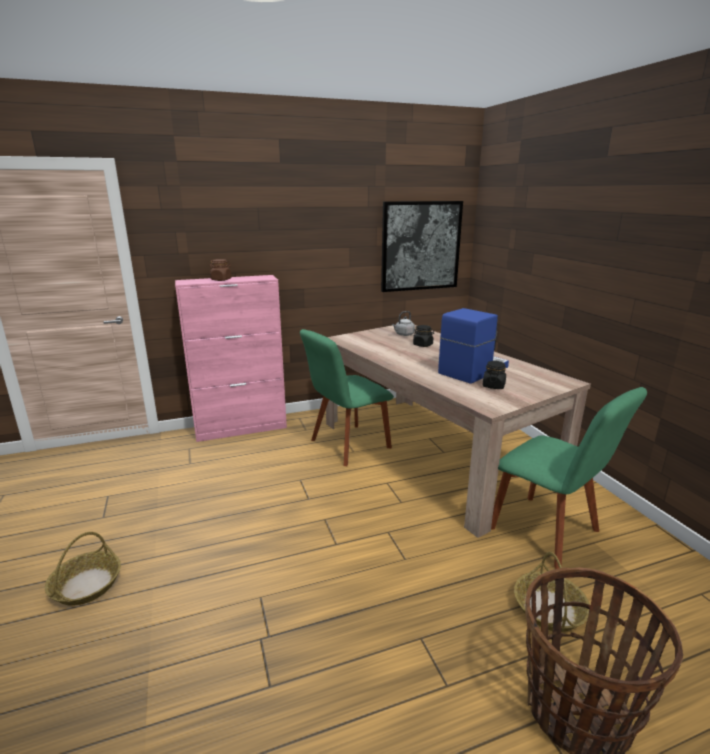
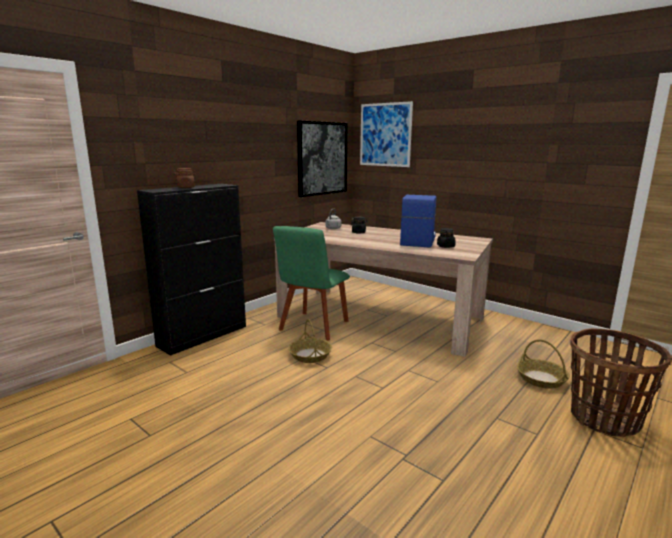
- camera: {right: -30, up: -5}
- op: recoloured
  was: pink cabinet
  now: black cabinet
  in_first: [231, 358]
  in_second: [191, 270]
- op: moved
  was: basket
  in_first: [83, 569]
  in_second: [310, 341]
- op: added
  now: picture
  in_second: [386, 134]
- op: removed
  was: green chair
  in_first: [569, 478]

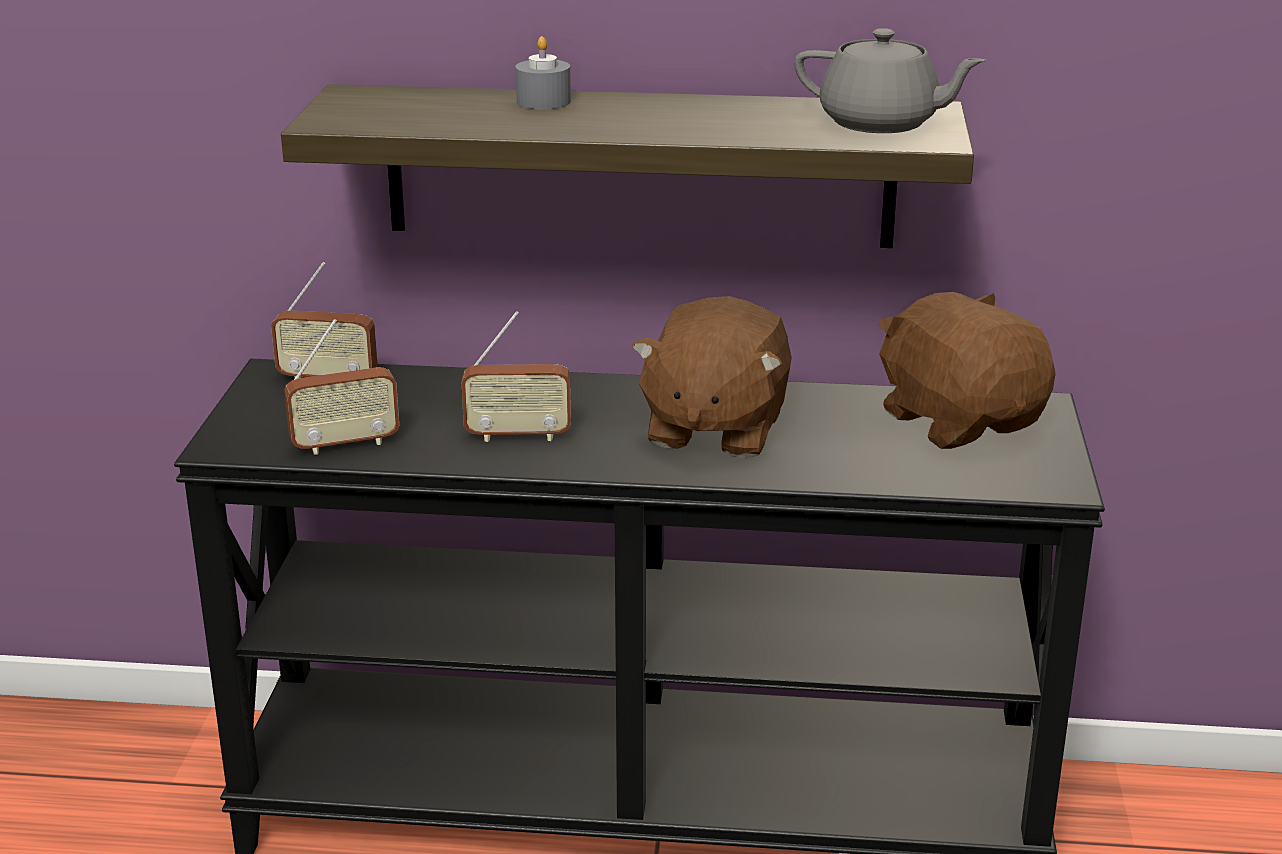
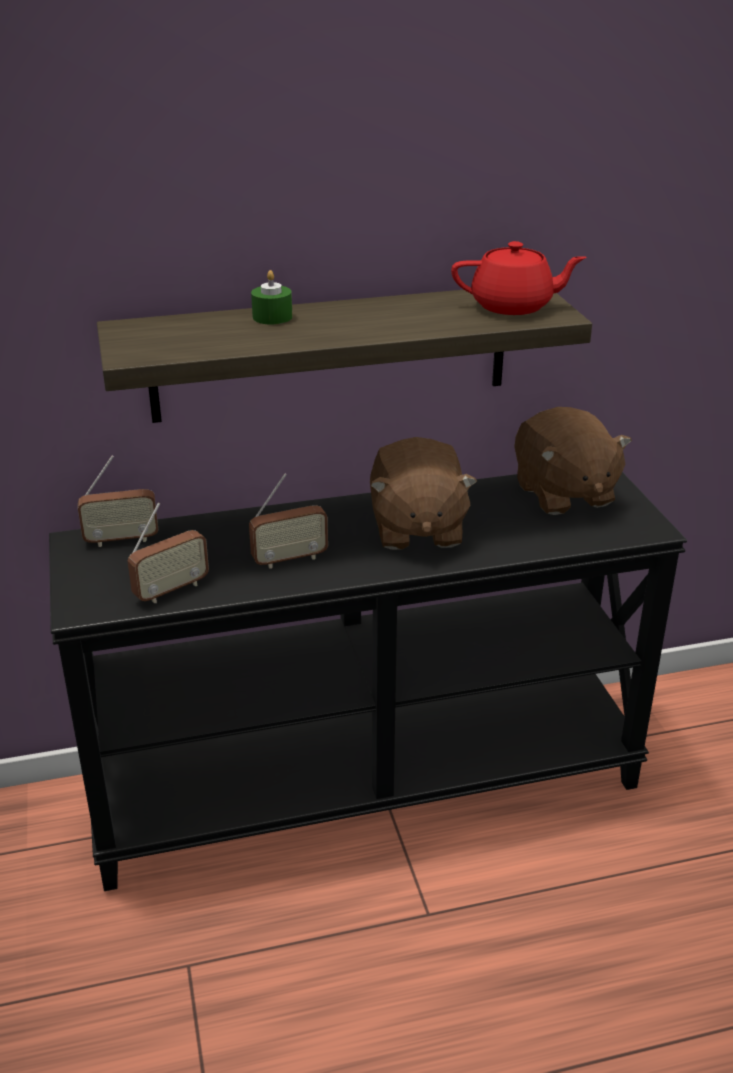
- camera: {right: -20, up: 5}
- op: recoloured
  was: grey candle
  now: green candle
  in_first: [543, 72]
  in_second: [271, 297]
- op: recoloured
  was: grey teapot
  now: red teapot
  in_first: [890, 80]
  in_second: [519, 278]
- op: turned
  was: brown plush toy
  in_first: [966, 370]
  in_second: [573, 461]
  clockwise: -150

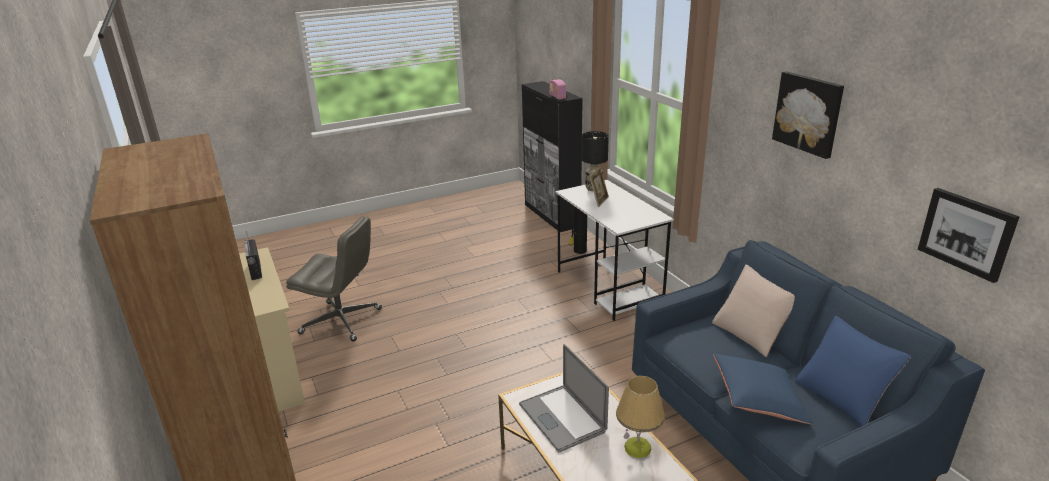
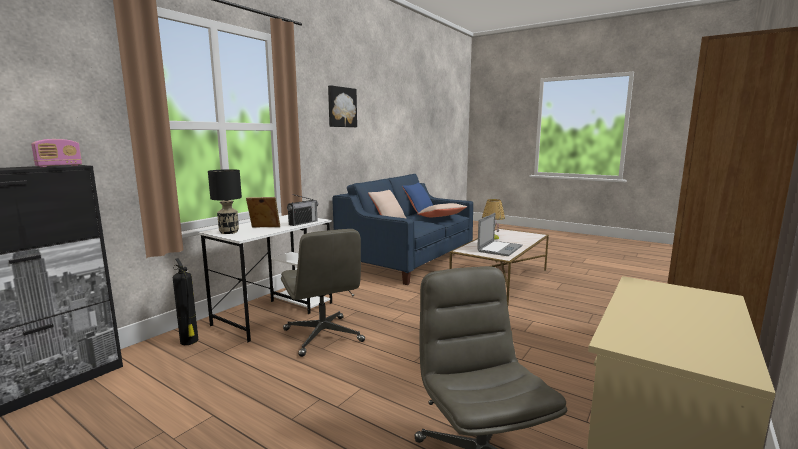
- camera: {right: -120, up: -15}
- op: added
  now: grey office chair
  in_second: [323, 293]
- op: moved
  was: radio
  in_first: [253, 255]
  in_second: [302, 210]
- op: recoloured
  was: blue pillow
  now: beige pillow
  in_first: [763, 388]
  in_second: [442, 210]
- op: removed
  was: picture
  in_first: [968, 235]

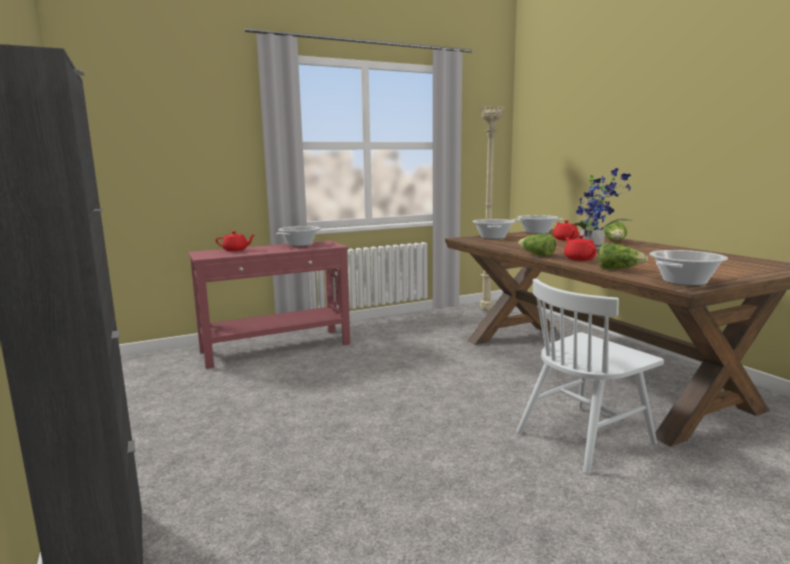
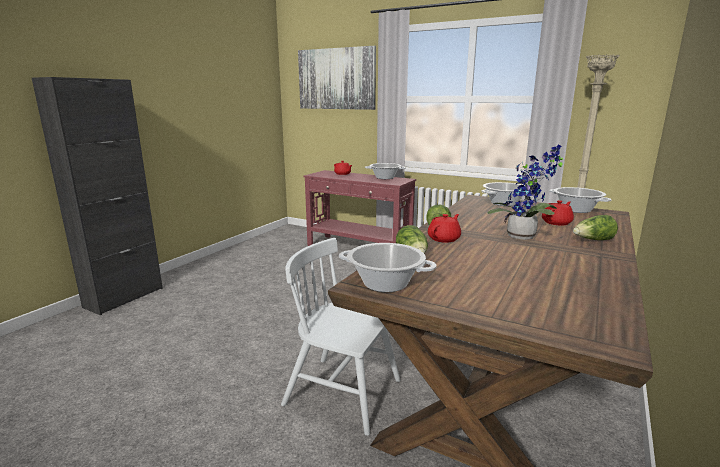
- camera: {right: 55, up: 5}
- op: added
  now: picture
  in_second: [337, 78]

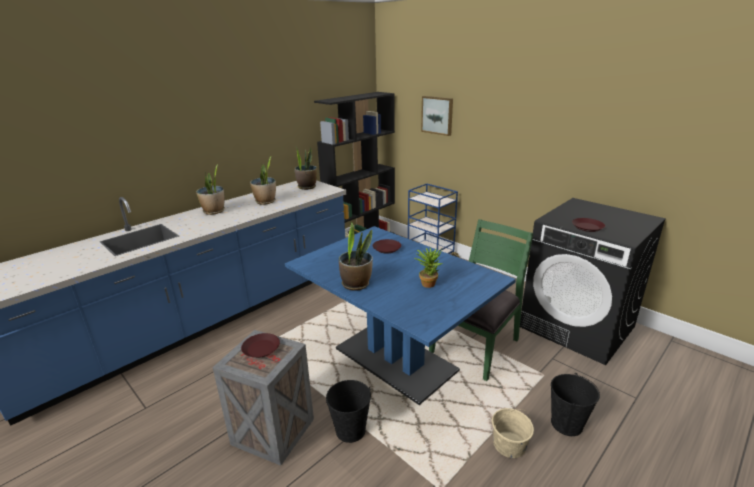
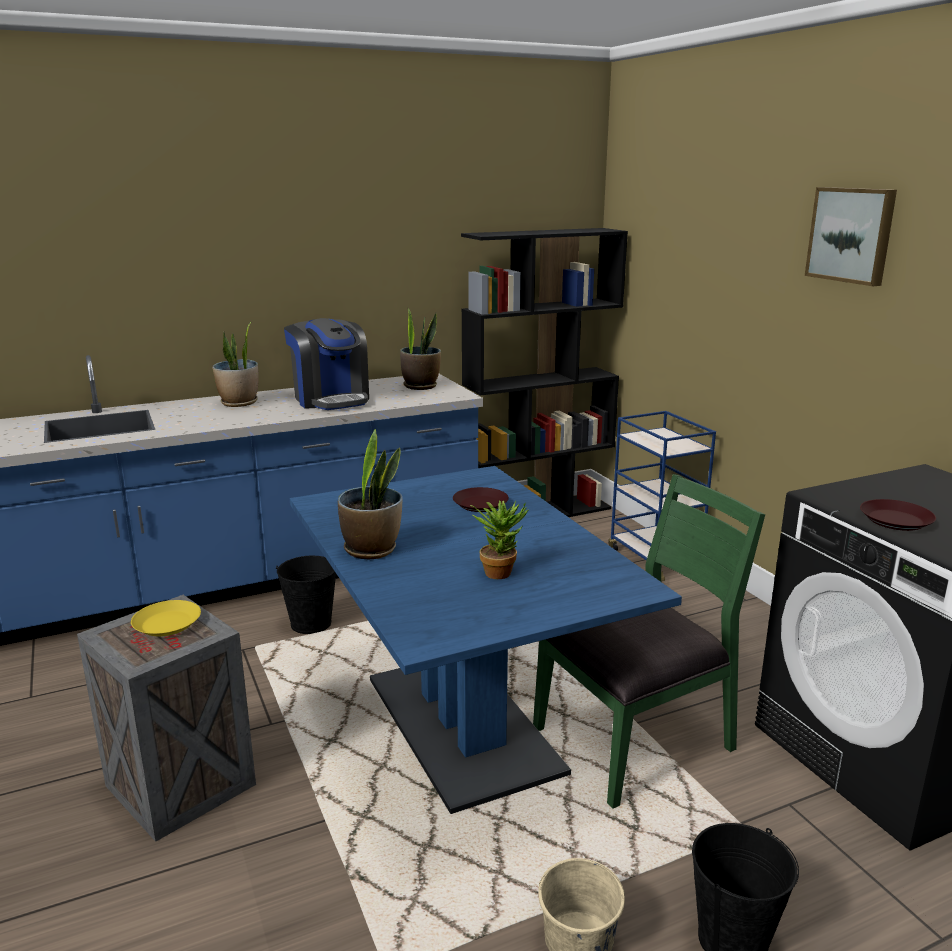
- camera: {right: 20, up: -5}
- op: recoloured
  was: brown plate
  now: yellow plate
  in_first: [260, 345]
  in_second: [166, 618]
- op: moved
  was: black bucket
  in_first: [348, 411]
  in_second: [306, 595]
- op: replaced
  was: potted plant
  now: coffee machine
  in_first: [263, 181]
  in_second: [326, 364]
- op: moved
  was: picture
  in_first: [437, 116]
  in_second: [851, 236]

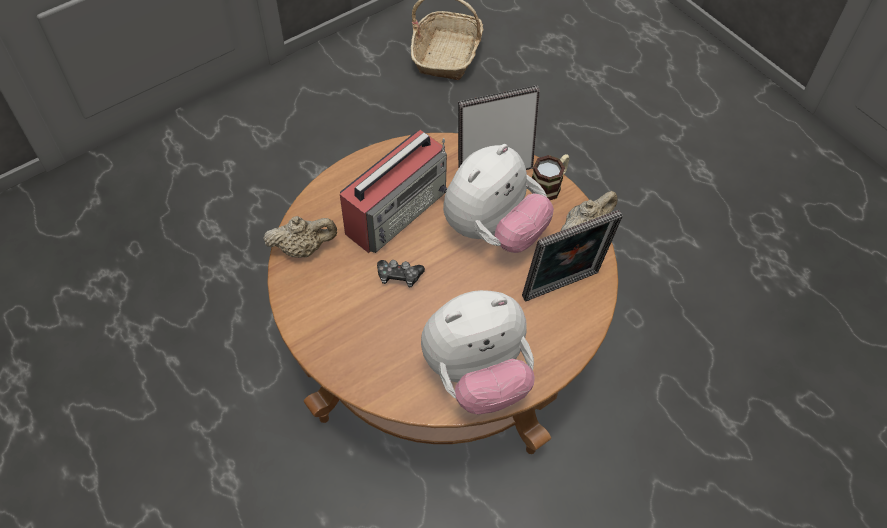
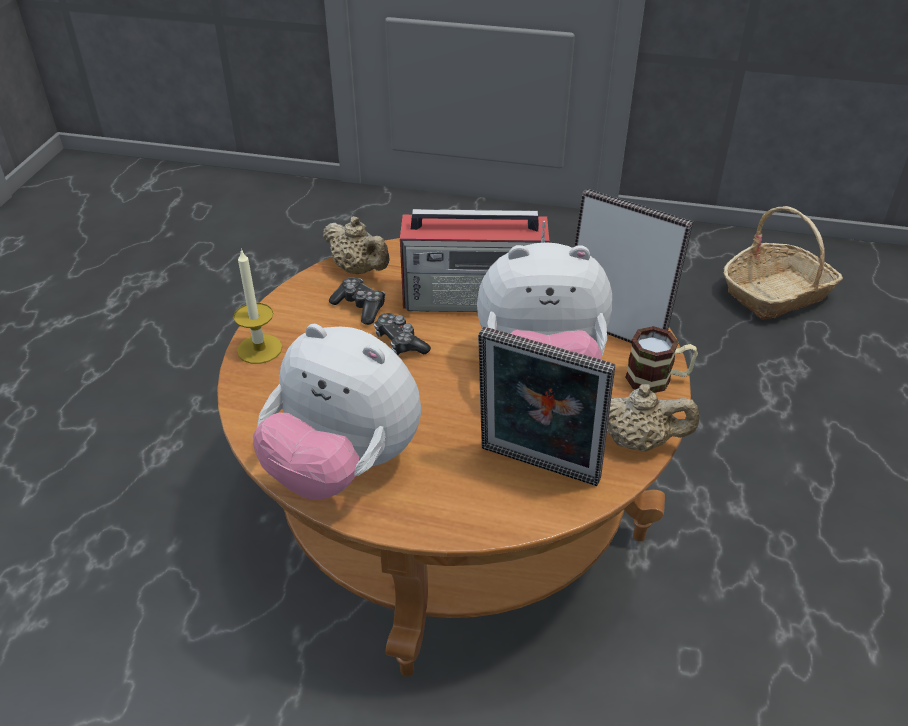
- camera: {right: 50, up: -15}
- op: added
  now: candle
  in_second: [257, 306]
- op: added
  now: game controller
  in_second: [357, 301]

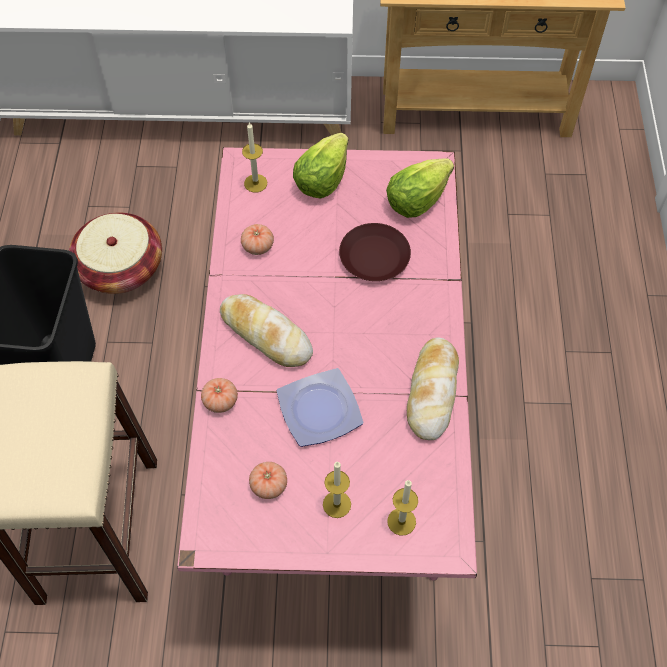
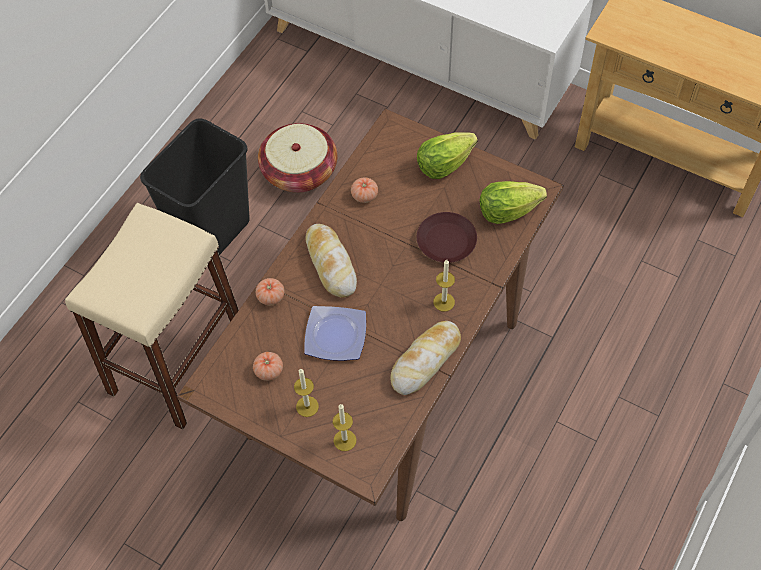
- camera: {right: 30, up: 0}
- op: recoloured
  was: pink dining table
  now: brown dining table
  in_first: [327, 364]
  in_second: [370, 315]
- op: moved
  was: candle
  in_first: [254, 157]
  in_second: [444, 285]

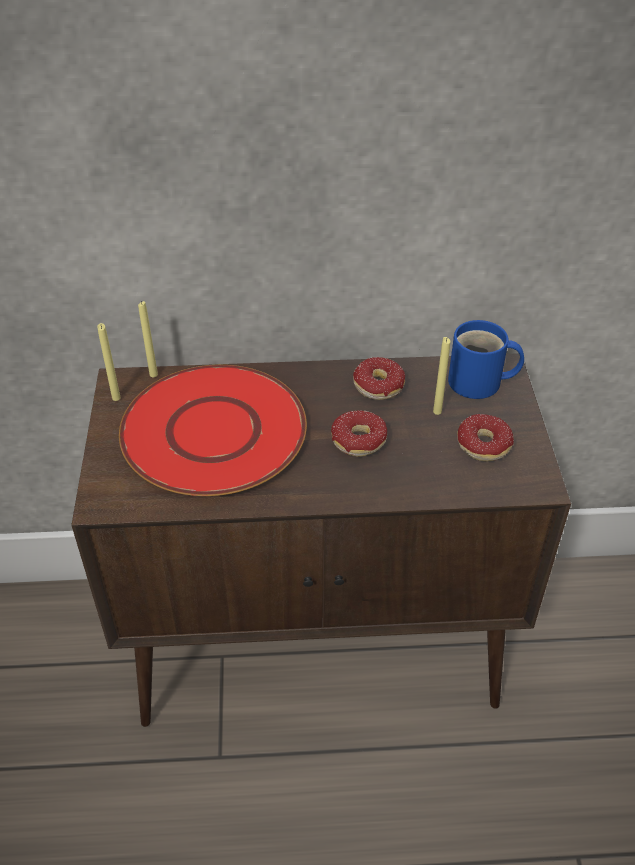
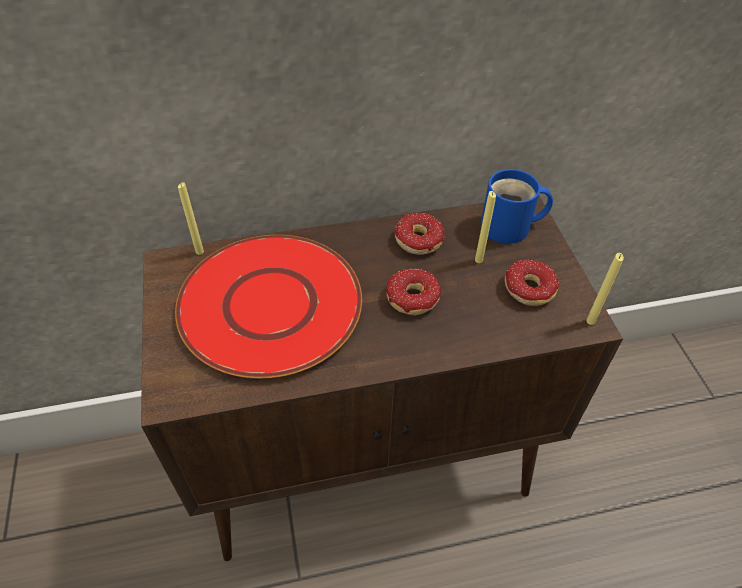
- camera: {right: -10, up: 5}
- op: moved
  was: yellow candle
  in_first: [109, 362]
  in_second: [605, 289]

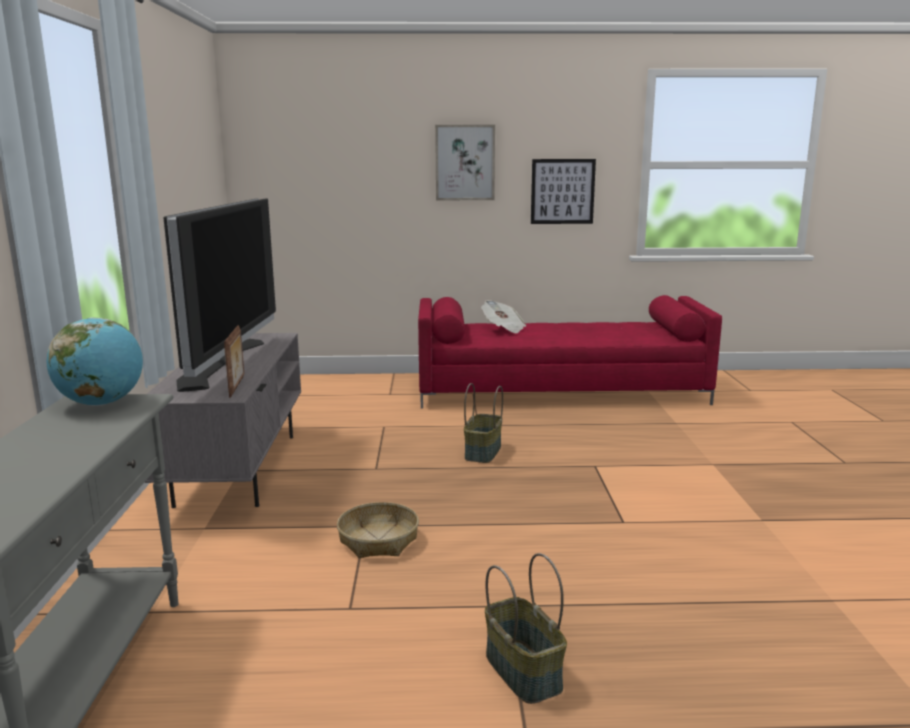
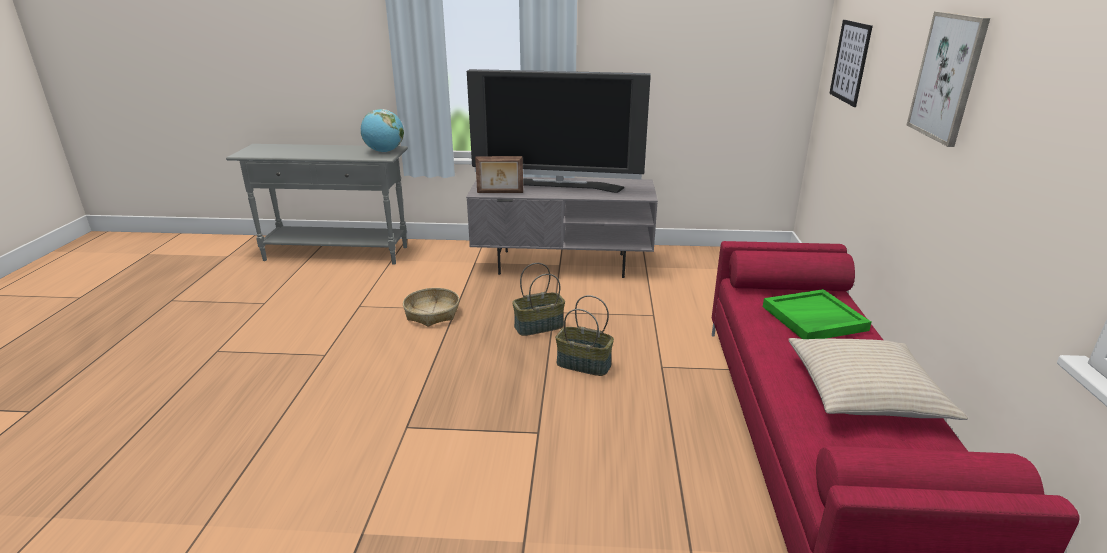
- camera: {right: 95, up: 10}
- op: moved
  was: basket
  in_first: [526, 628]
  in_second: [538, 299]
- op: replaced
  was: newspaper
  now: green tray
  in_first: [503, 316]
  in_second: [817, 314]
- op: added
  now: beige pillow
  in_second: [878, 379]
- op: moved
  was: picture
  in_first: [563, 191]
  in_second: [851, 63]

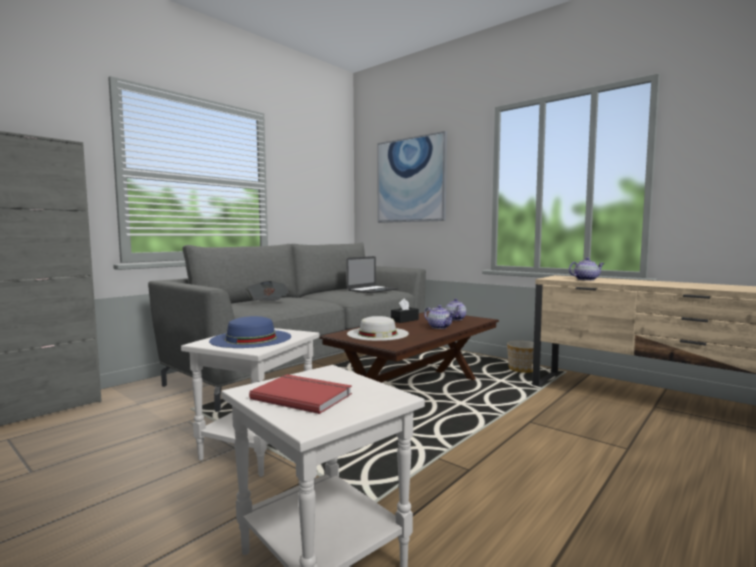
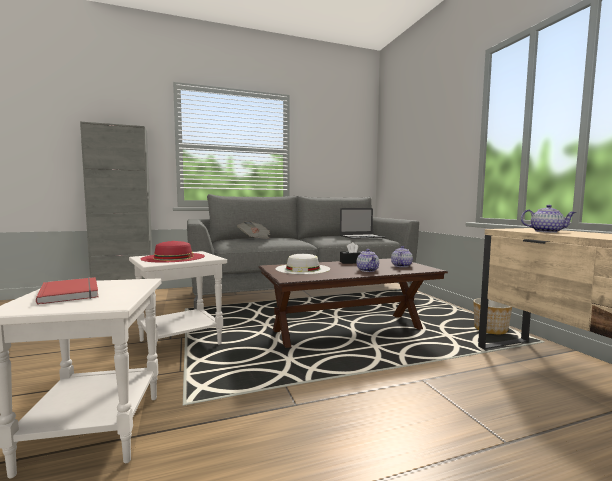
- camera: {right: 30, up: 0}
- op: recoloured
  was: blue hat
  now: red hat
  in_first: [250, 332]
  in_second: [173, 252]
- op: removed
  was: picture
  in_first: [412, 177]

